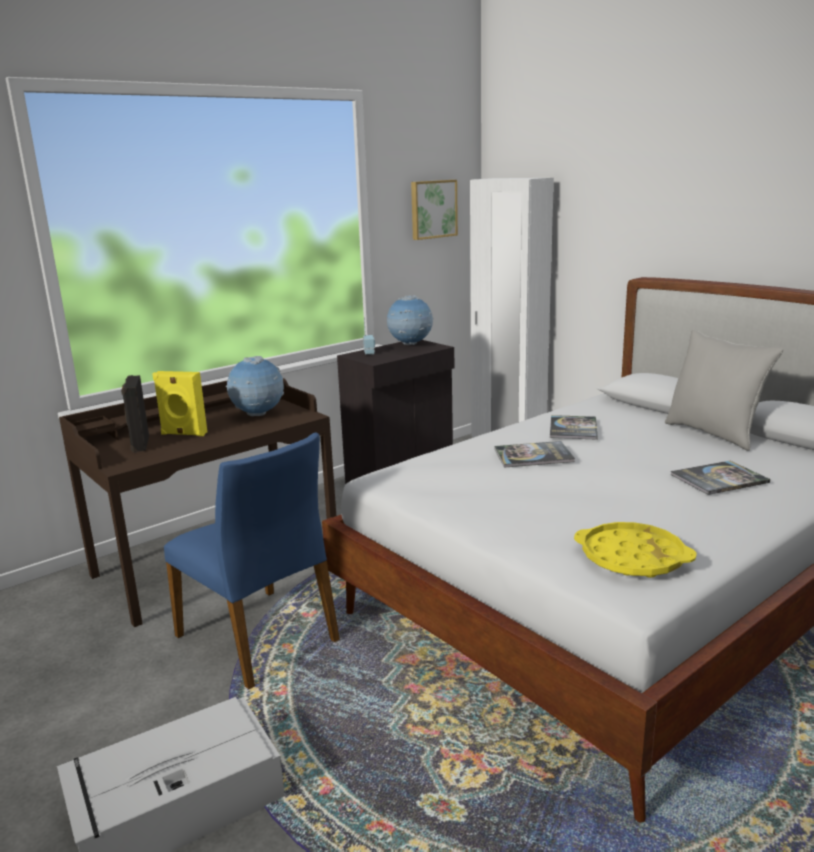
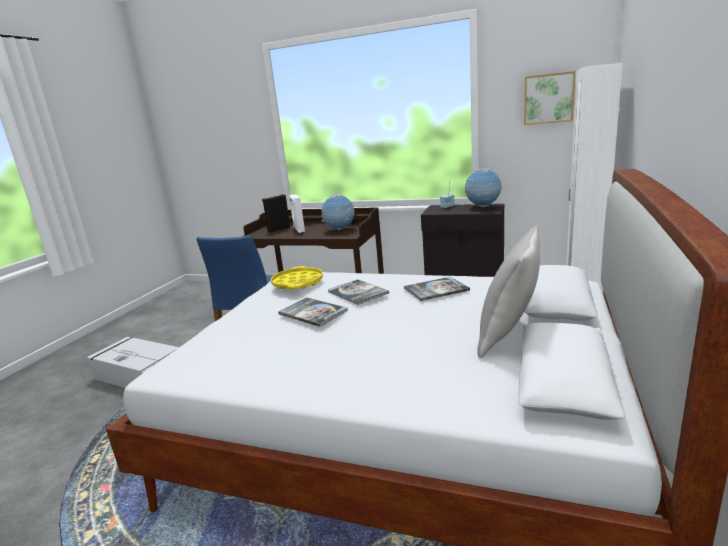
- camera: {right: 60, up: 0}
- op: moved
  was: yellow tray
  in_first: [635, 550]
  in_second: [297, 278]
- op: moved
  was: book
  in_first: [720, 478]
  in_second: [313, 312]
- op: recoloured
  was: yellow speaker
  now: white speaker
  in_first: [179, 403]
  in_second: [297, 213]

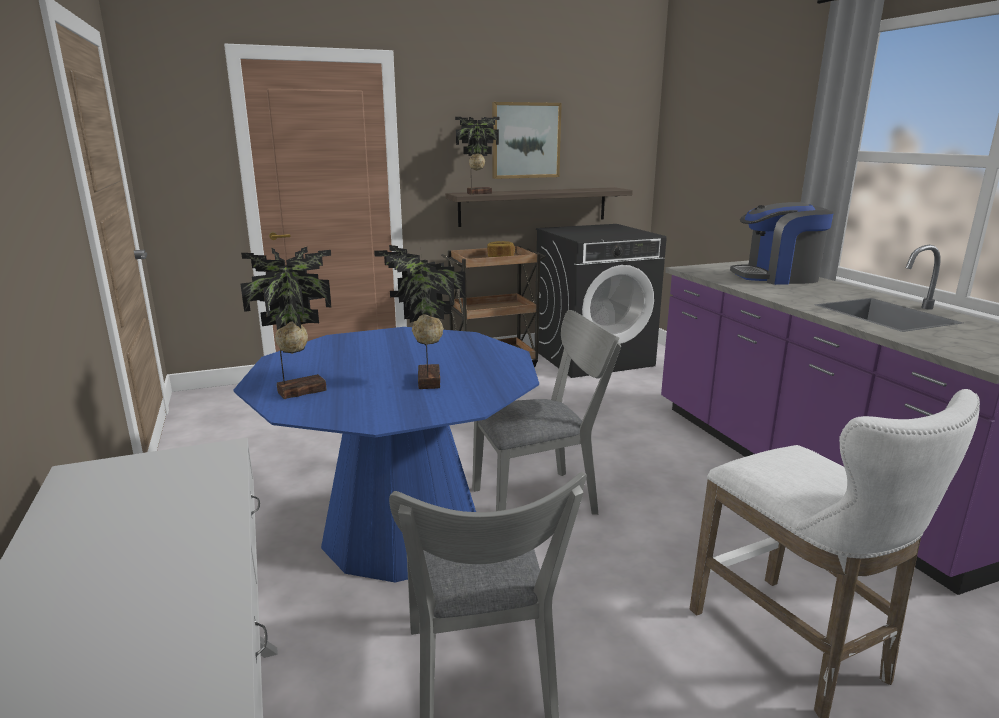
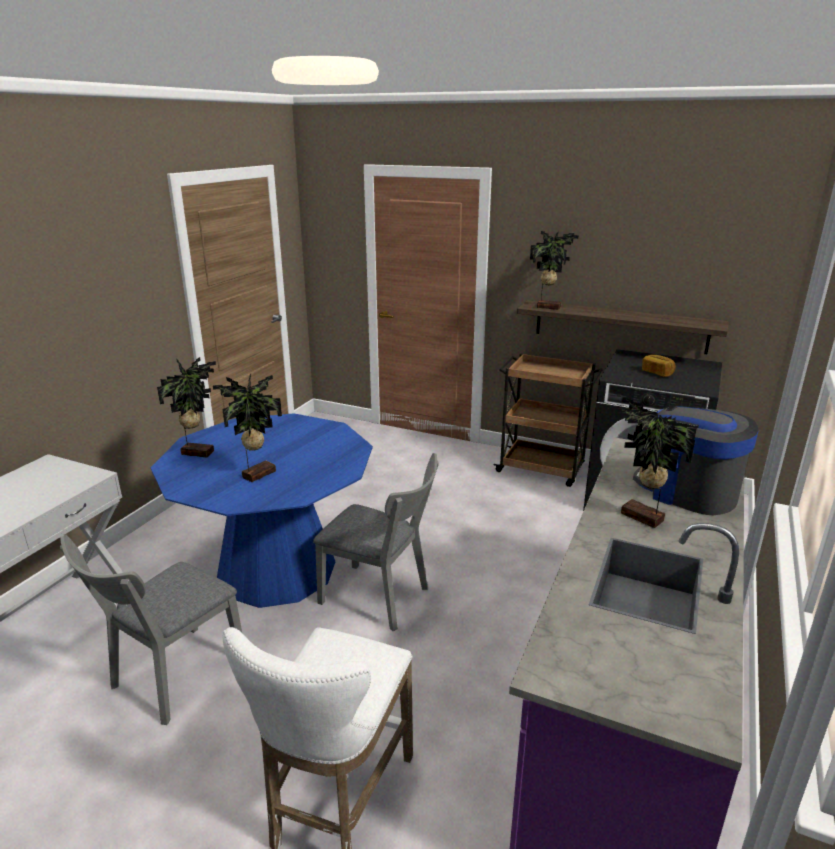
- camera: {right: 45, up: 5}
- op: added
  now: potted plant
  in_second: [657, 463]
- op: moved
  was: bread
  in_first: [501, 249]
  in_second: [659, 366]
- op: removed
  was: picture
  in_first: [527, 140]

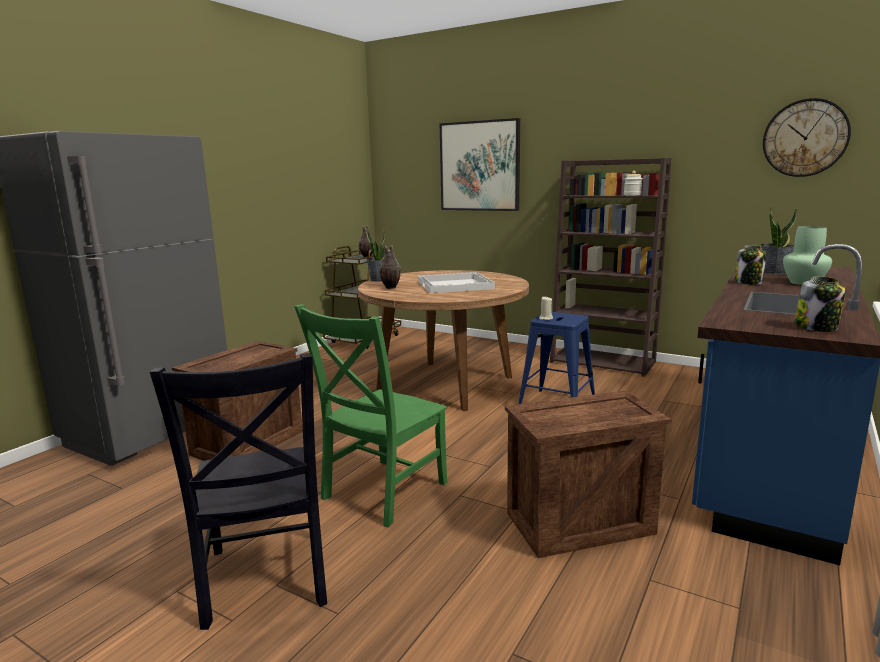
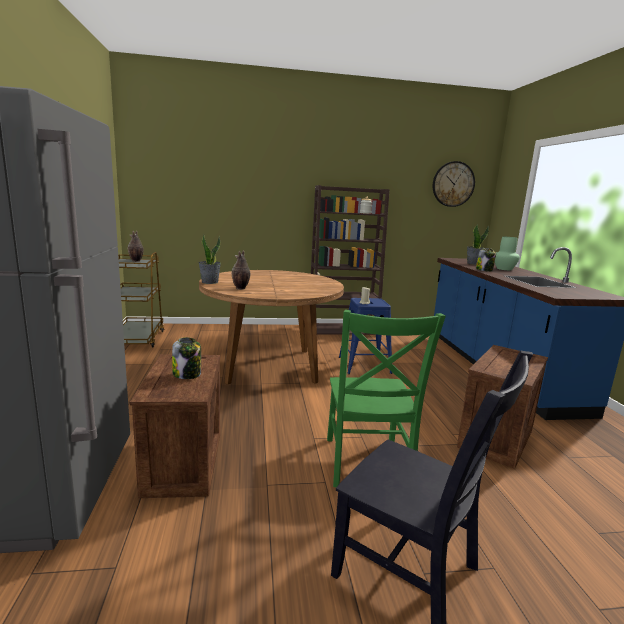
- camera: {right: -40, up: 0}
- op: moved
  was: jar
  in_first: [820, 304]
  in_second: [186, 358]
- op: removed
  was: white tray
  in_first: [456, 282]
- op: removed
  was: picture
  in_first: [480, 164]

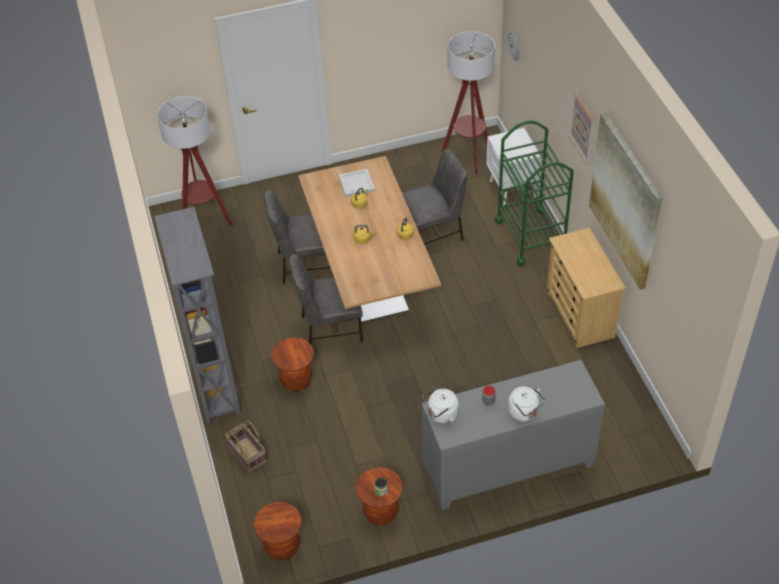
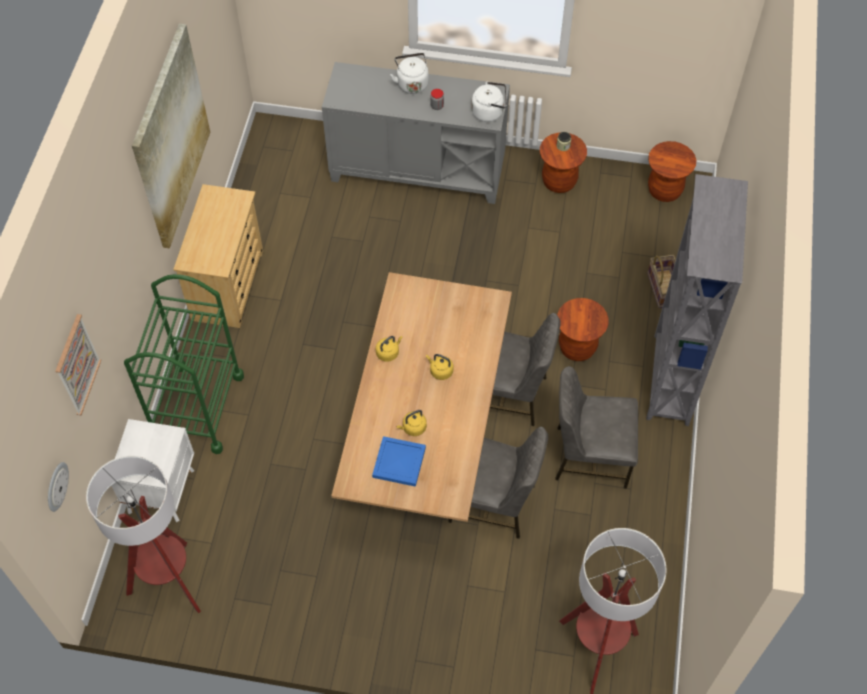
- camera: {right: -155, up: 10}
- op: moved
  was: picture
  in_first: [581, 127]
  in_second: [78, 364]
- op: recoloured
  was: white tray
  now: blue tray
  in_first: [357, 183]
  in_second: [399, 461]
- op: moved
  was: grey chair
  in_first: [434, 196]
  in_second: [596, 427]

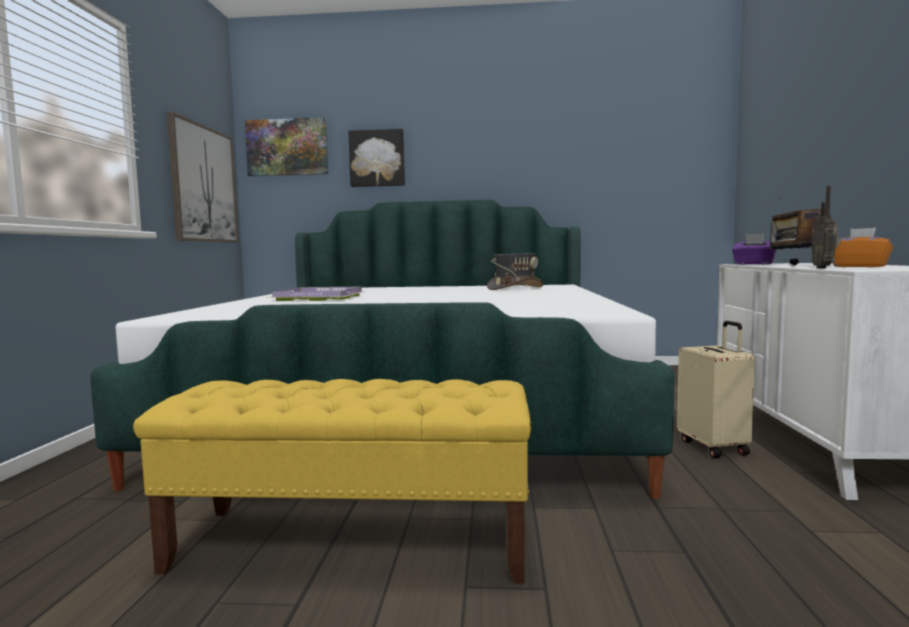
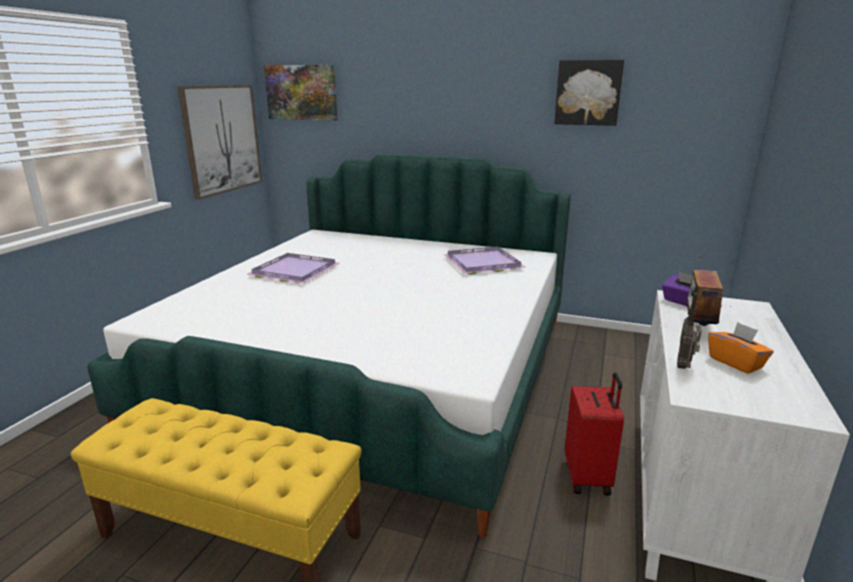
- camera: {right: 15, up: 15}
- op: replaced
  was: grey hat
  now: purple tray
  in_first: [515, 271]
  in_second: [484, 261]
- op: moved
  was: picture
  in_first: [376, 158]
  in_second: [589, 93]
- op: recoloured
  was: beige suitcase
  now: red suitcase
  in_first: [716, 389]
  in_second: [594, 434]

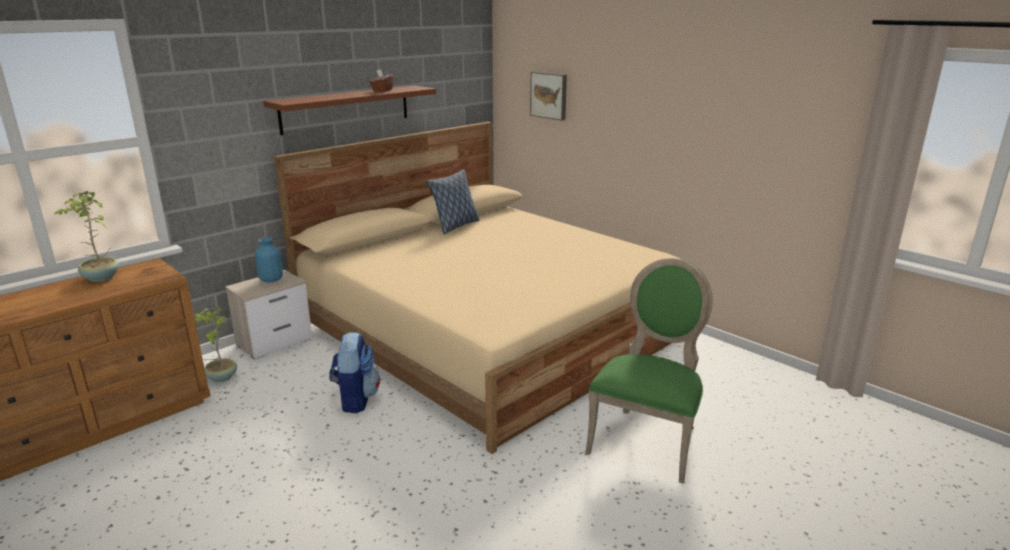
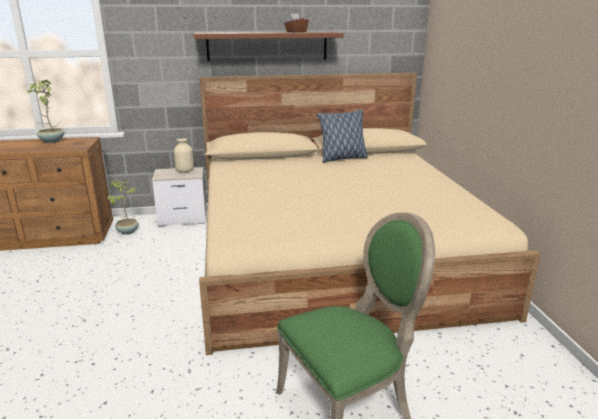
- camera: {right: 35, up: 0}
- op: recoloured
  was: blue vase
  now: beige vase
  in_first: [269, 260]
  in_second: [184, 155]
- op: removed
  was: backpack
  in_first: [354, 372]
- op: removed
  was: picture
  in_first: [548, 96]

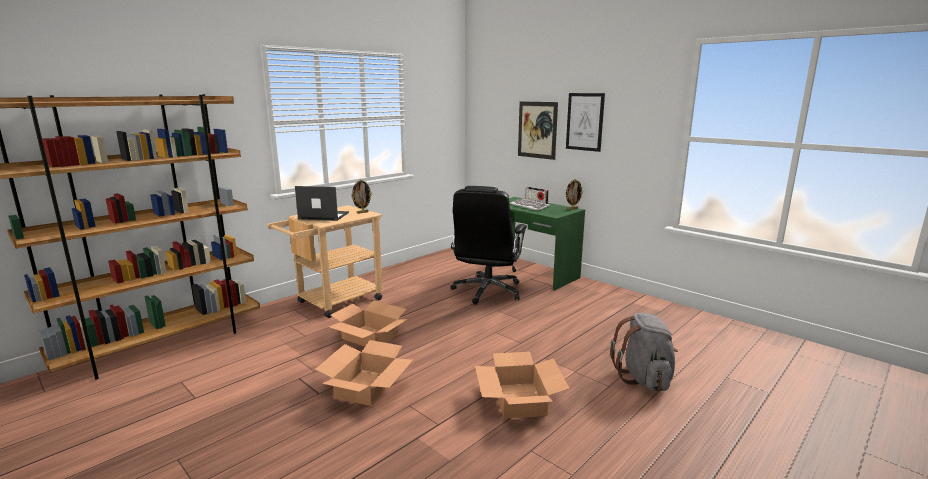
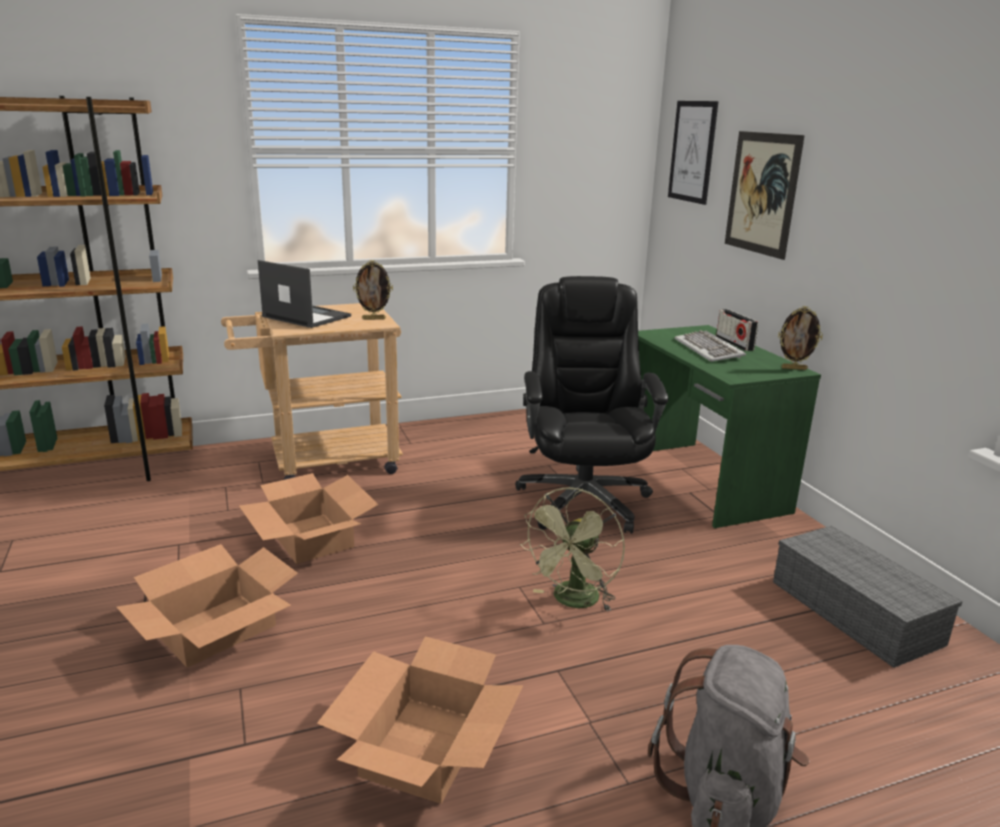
- camera: {right: 25, up: 5}
- op: turned
  was: black office chair
  in_first: [489, 245]
  in_second: [592, 405]
  clockwise: 135
- op: added
  now: green fan
  in_second: [572, 549]
- op: moved
  was: picture
  in_first: [585, 122]
  in_second: [693, 153]
- op: added
  now: grey storage box
  in_second: [867, 597]

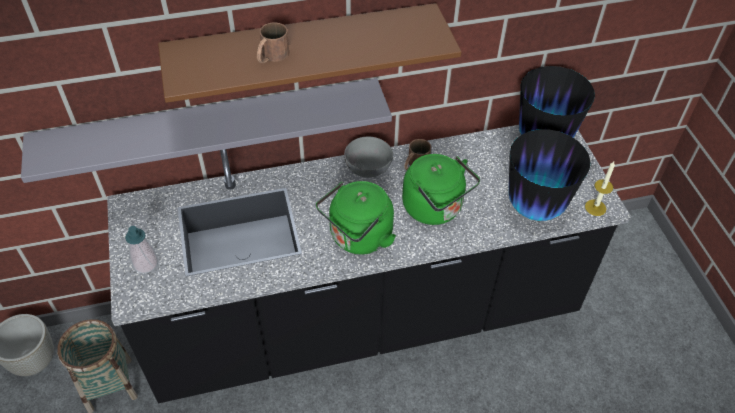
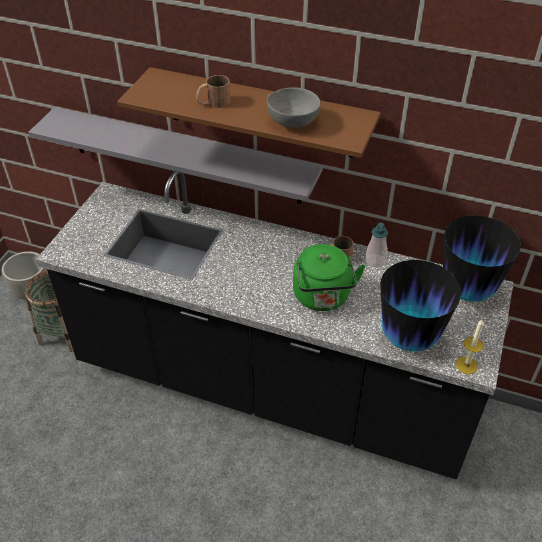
- camera: {right: 35, up: -5}
- op: moved
  was: grey bowl
  in_first: [368, 157]
  in_second: [294, 107]
- op: moved
  was: soap dispenser
  in_first: [141, 250]
  in_second: [376, 245]
- op: removed
  was: green kettle
  in_first: [356, 218]

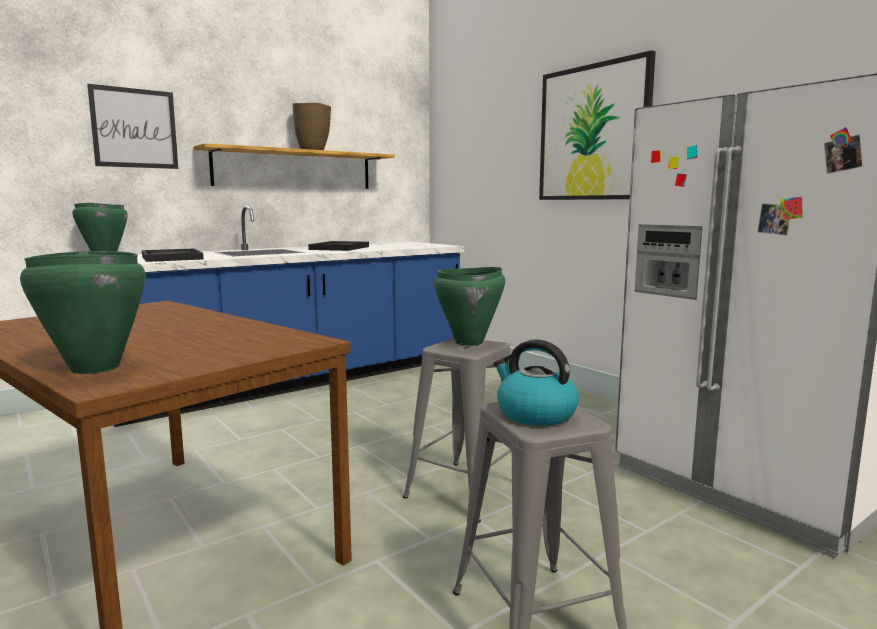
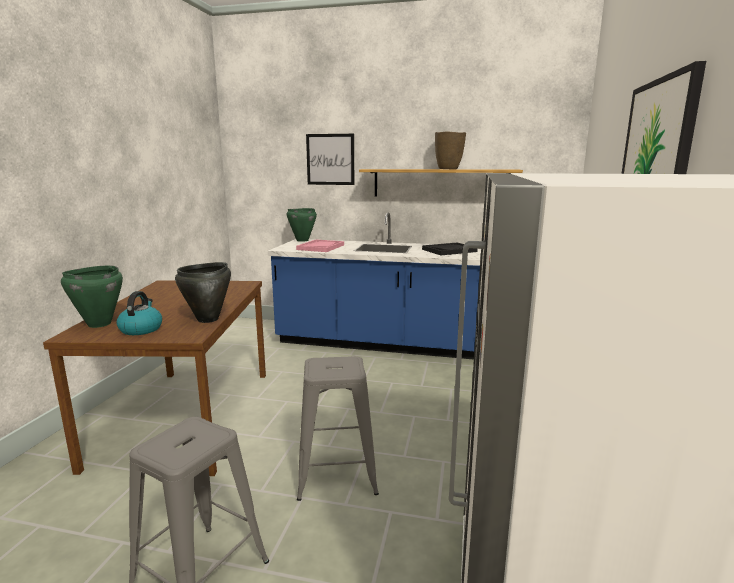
- camera: {right: 50, up: 5}
- op: moved
  was: kettle
  in_first: [536, 382]
  in_second: [139, 313]
- op: added
  now: black cooking pot
  in_second: [203, 292]
- op: recoloured
  was: black tray
  now: pink tray
  in_first: [173, 255]
  in_second: [320, 245]
- op: removed
  was: green cooking pot
  in_first: [469, 306]

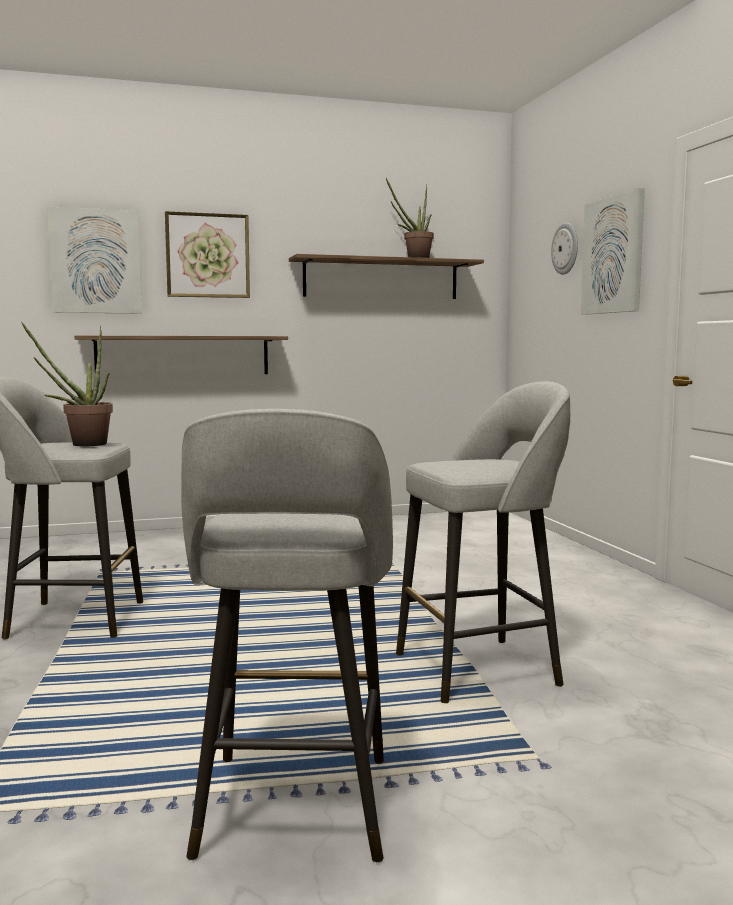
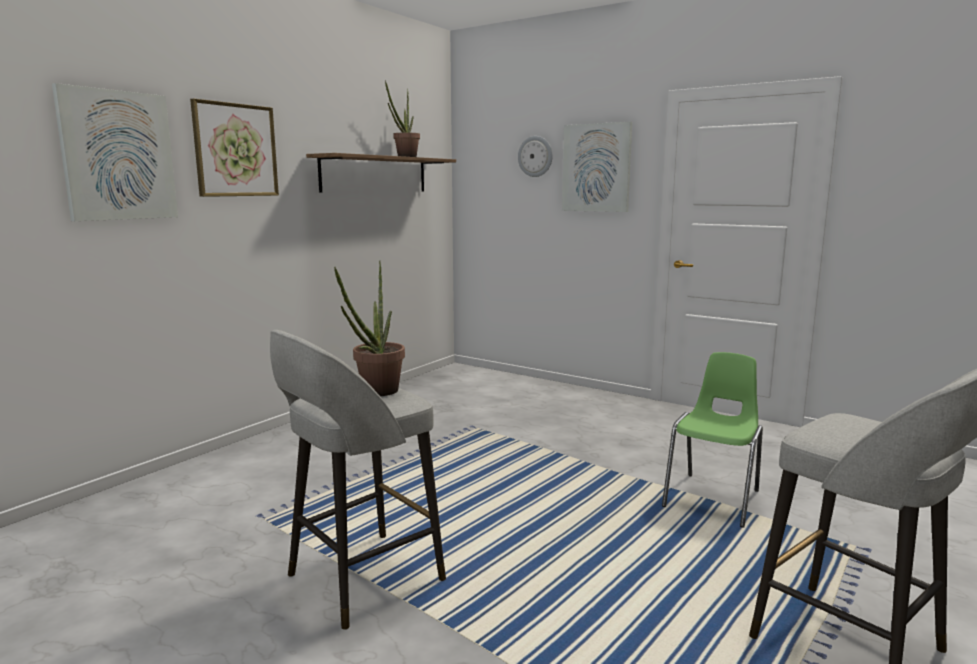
- camera: {right: -40, up: 5}
- op: replaced
  was: grey stool
  now: green chair
  in_first: [483, 542]
  in_second: [712, 440]
- op: removed
  was: shelf
  in_first: [181, 355]

